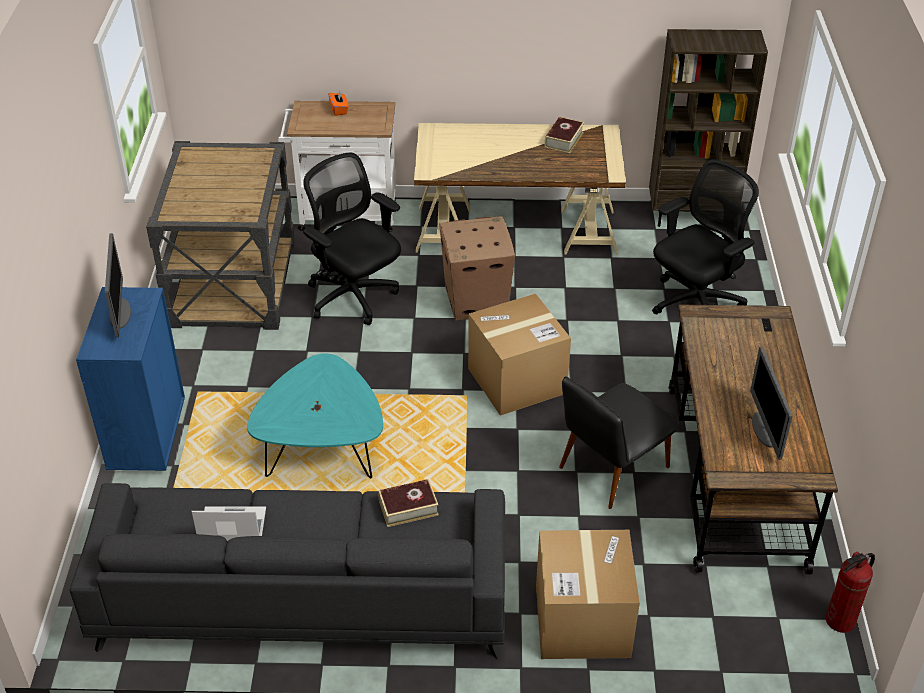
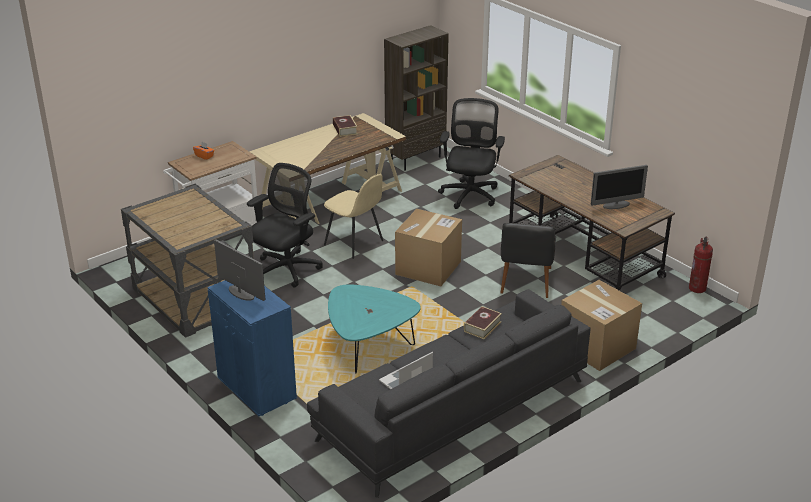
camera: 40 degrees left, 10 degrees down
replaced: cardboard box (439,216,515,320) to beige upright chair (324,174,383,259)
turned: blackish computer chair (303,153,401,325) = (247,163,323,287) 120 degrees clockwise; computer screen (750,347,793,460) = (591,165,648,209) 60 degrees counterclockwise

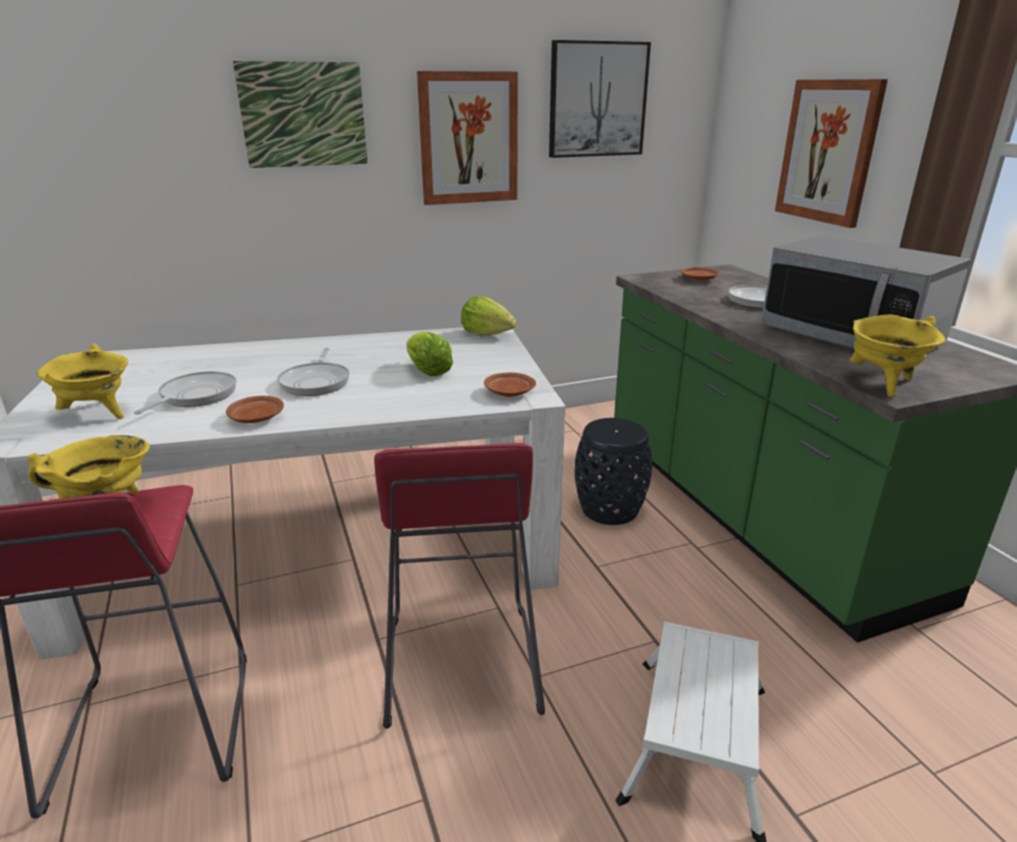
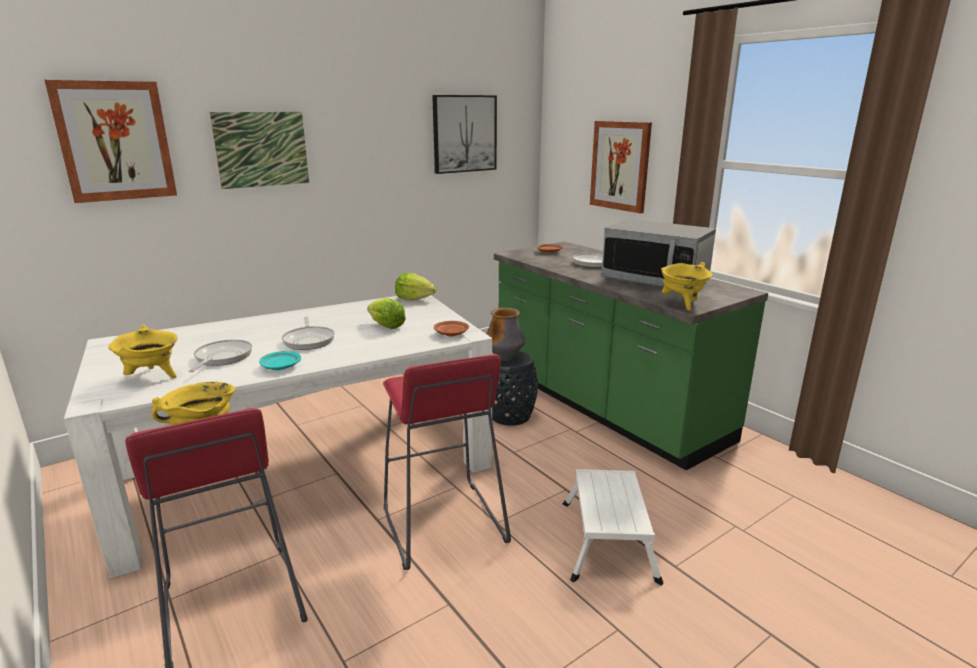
camera: 15 degrees left, 5 degrees down
added: vase (486,308,526,361)
moved: wall picture (417,71,518,205) to (44,80,177,203)
recoloured: brown-coloured flat dish (226,396,284,423) to turquoise-coloured flat dish (259,351,301,370)

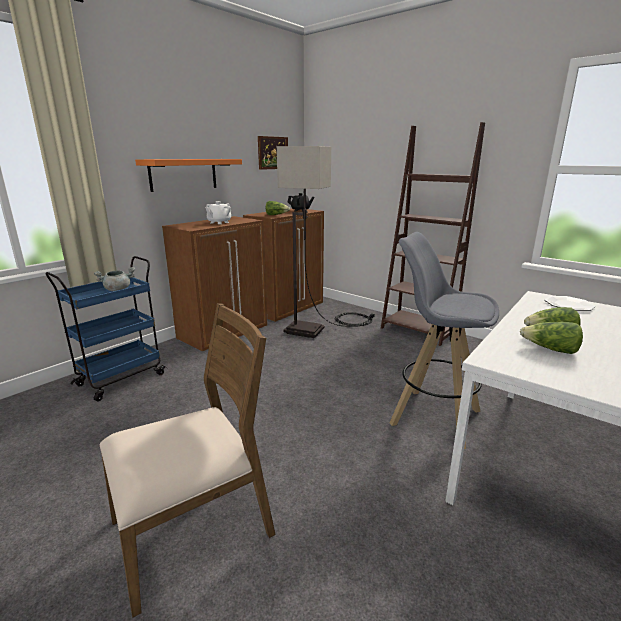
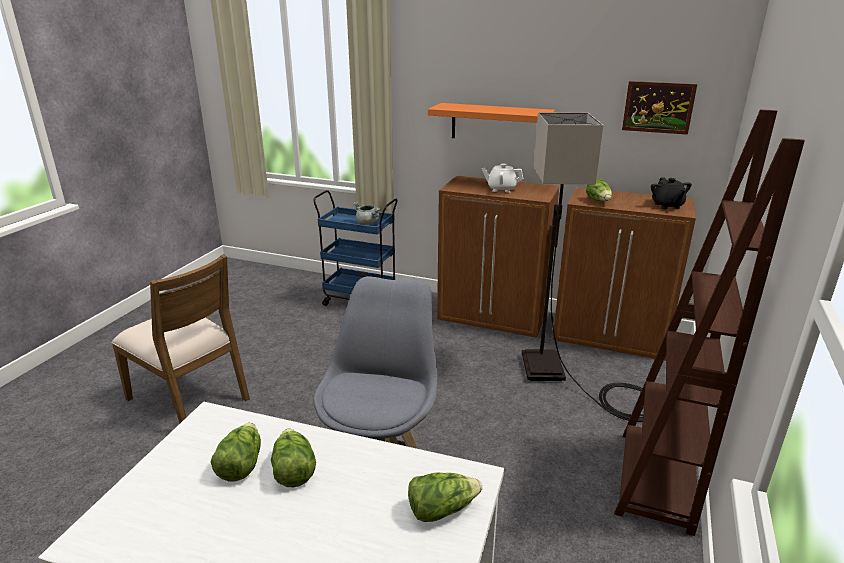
camera: 70 degrees right, 5 degrees up
replaced: flat dish (544,296,596,311) to head of lettuce (408,472,482,522)

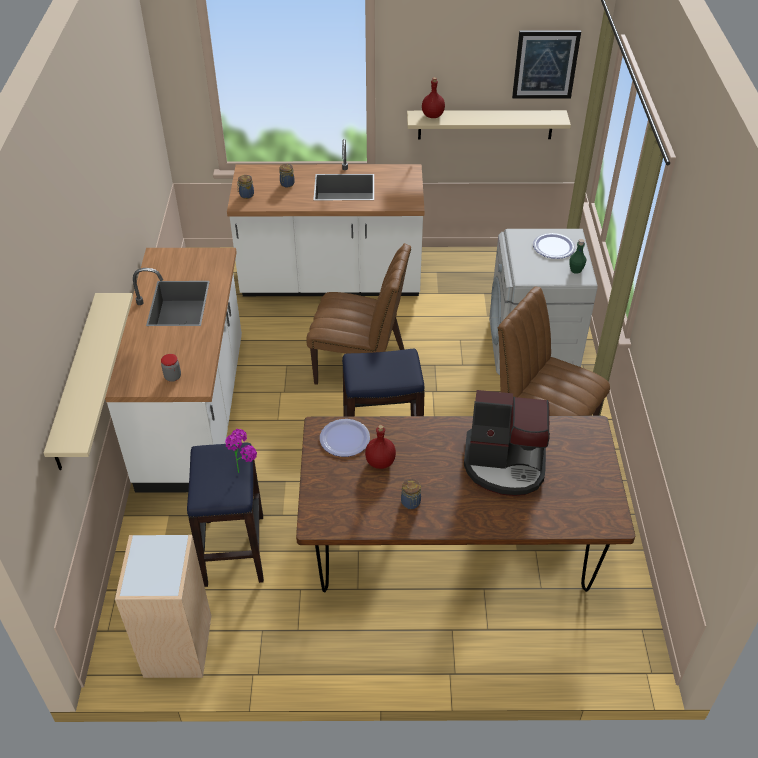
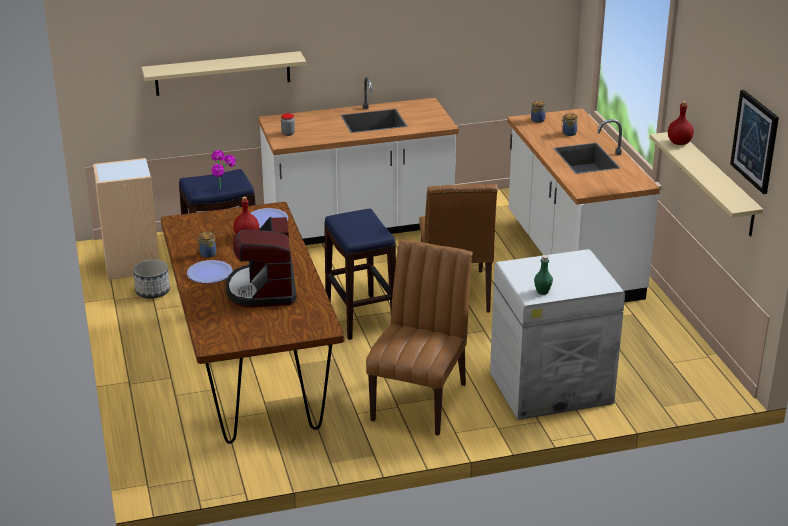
camera: 75 degrees right, 15 degrees down
added: planter (133,259,170,299)
moved: flat dish (533,233,575,259) to (187,260,233,283)

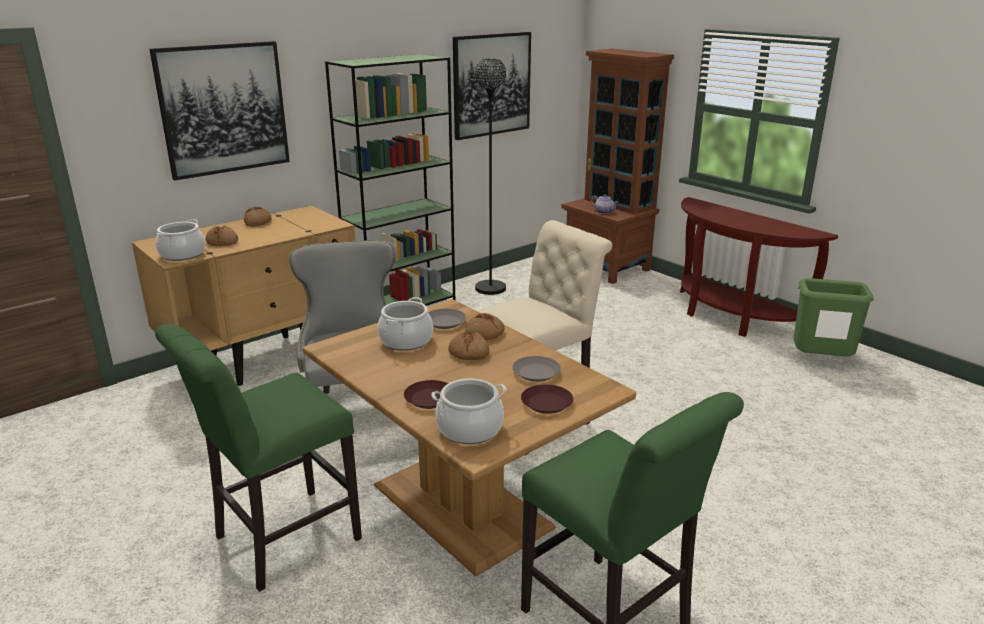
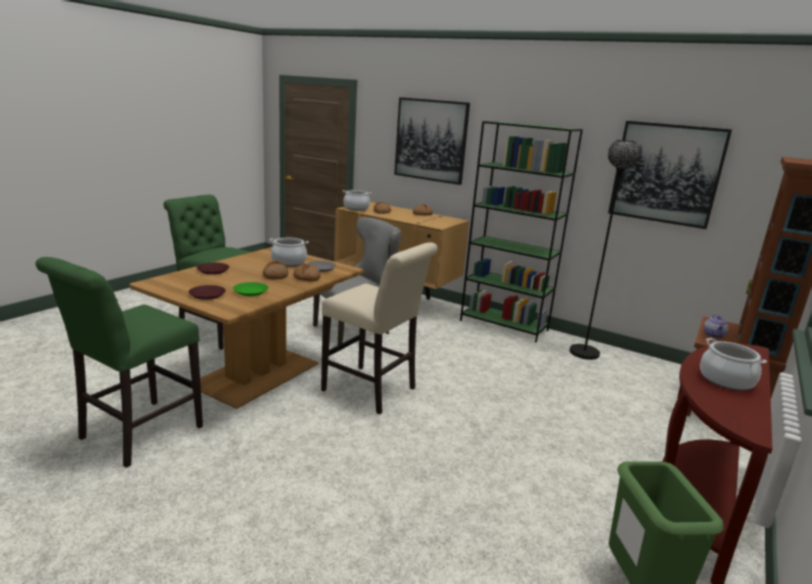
camera: 70 degrees right, 5 degrees down
moved: saucepot (431,378,507,444) to (700,338,767,391)
recoloured: greyish flat dish (512,356,561,382) to green flat dish (233,282,268,296)

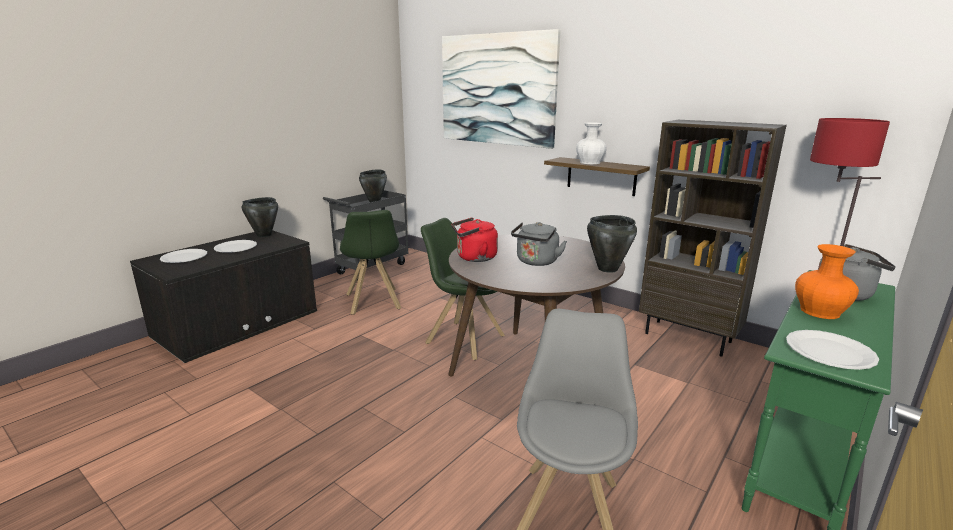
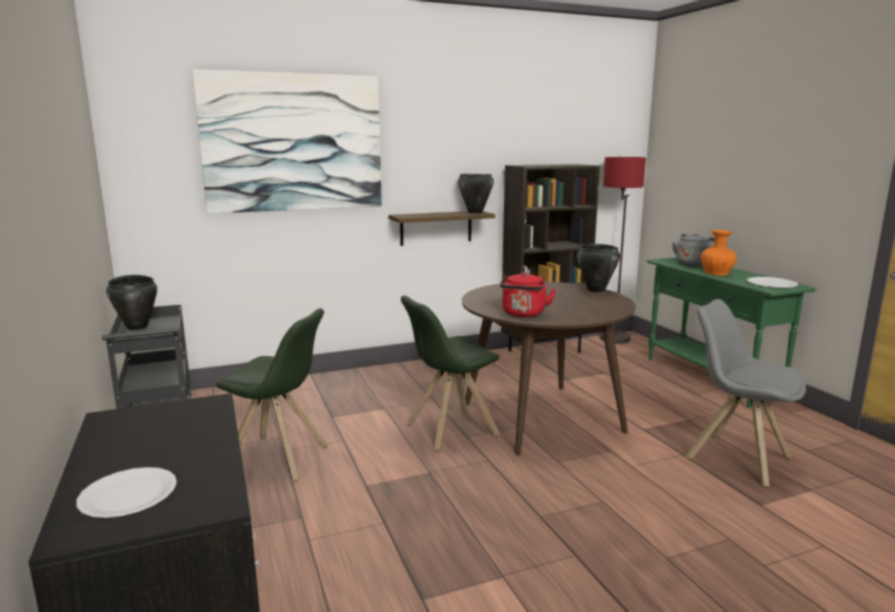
camera: 60 degrees left, 5 degrees down
removed: whitish vase (576,122,607,164); greyish tea kettle (511,222,567,266); whitish flat dish (214,240,257,253)
moved: blackish saucepot (242,197,278,237) to (458,174,494,214)

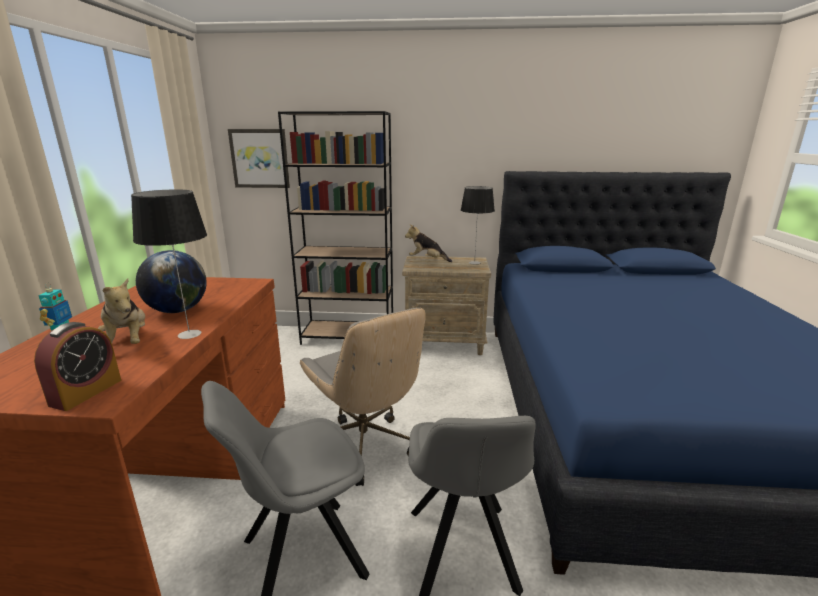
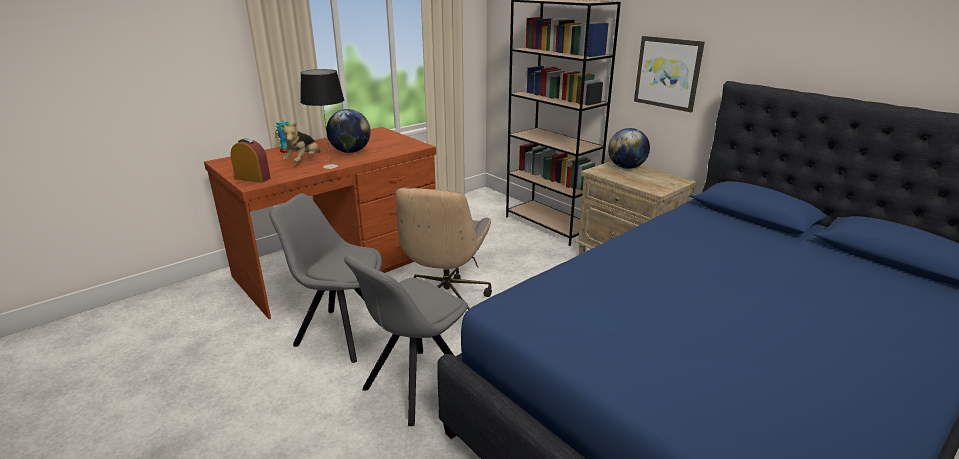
camera: 45 degrees right, 5 degrees up
removed: lamp for a table (461,186,495,264)
moved: wall picture (228,129,290,188) to (634,36,705,112)
replaced: plush toy (405,224,452,262) to desk globe (608,128,650,169)
turned: table clock (34,322,121,411) = (230,138,271,183) 135 degrees counterclockwise

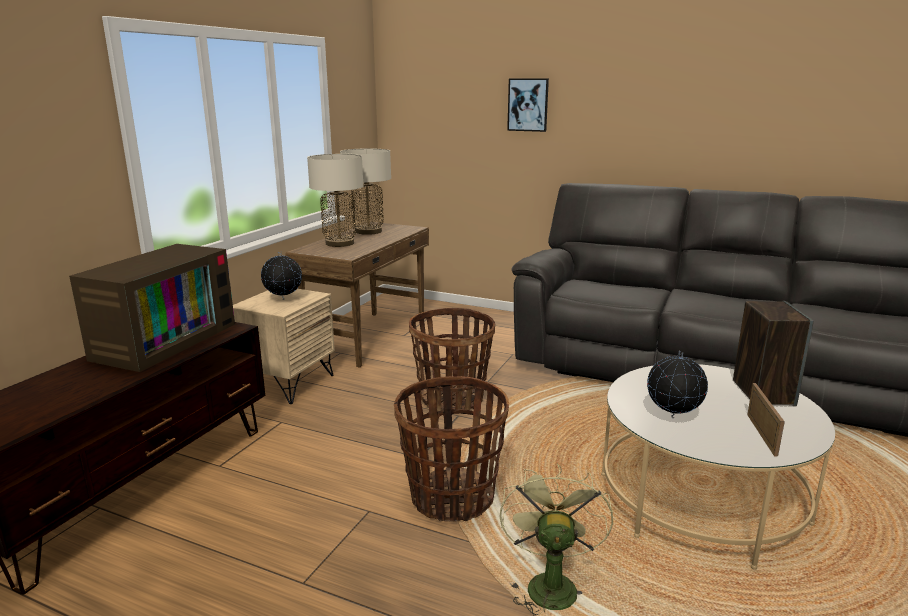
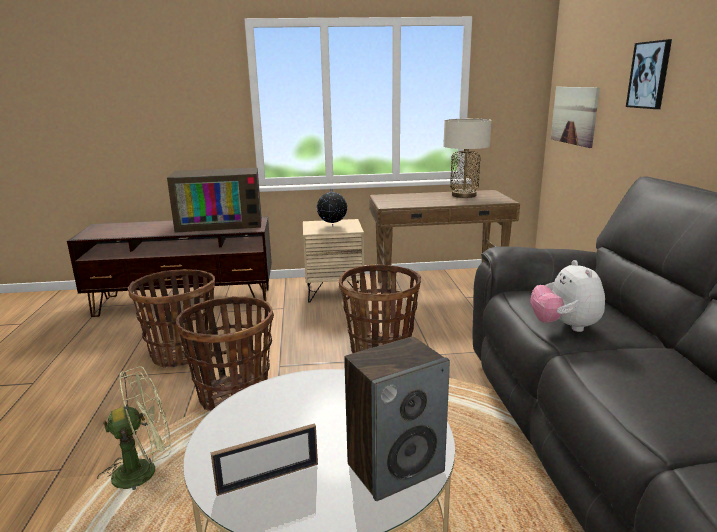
camera: 60 degrees right, 0 degrees up
removed: lamp for a table (307,154,364,247); desk globe (647,351,708,418)
added: wall picture (551,87,600,148); plush toy (530,260,605,332); storage basket (128,269,215,368)

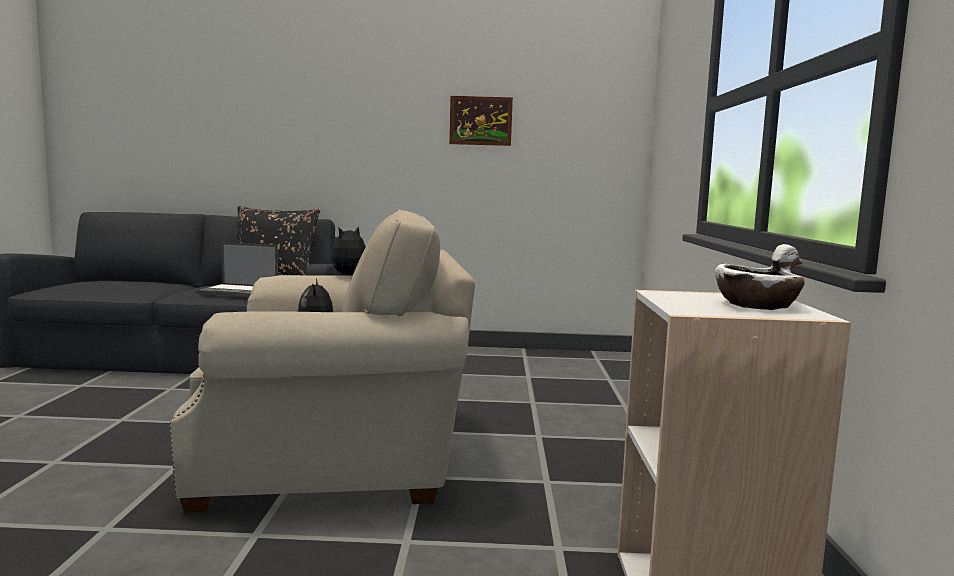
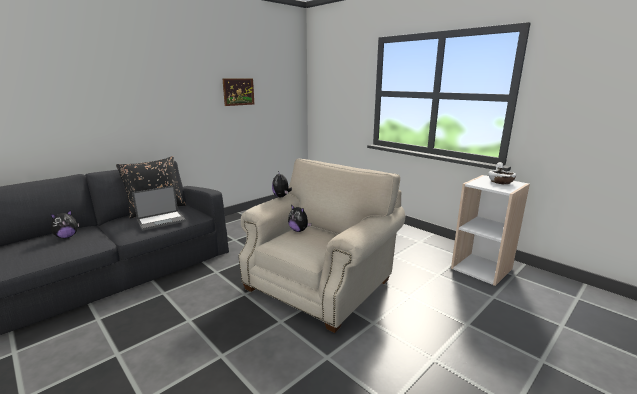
camera: 45 degrees left, 10 degrees up
added: plush toy (51,210,79,238)

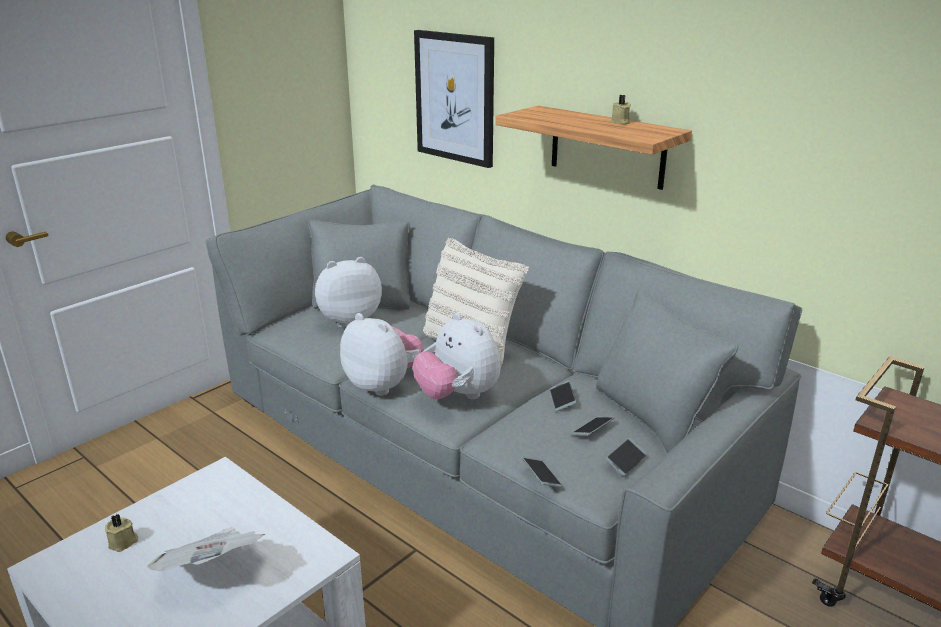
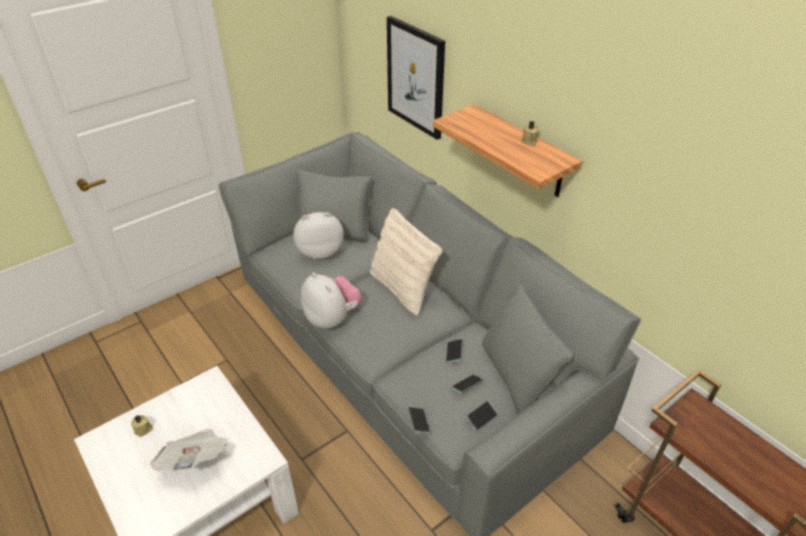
camera: 10 degrees right, 15 degrees up
removed: plush toy (413,313,501,399)

